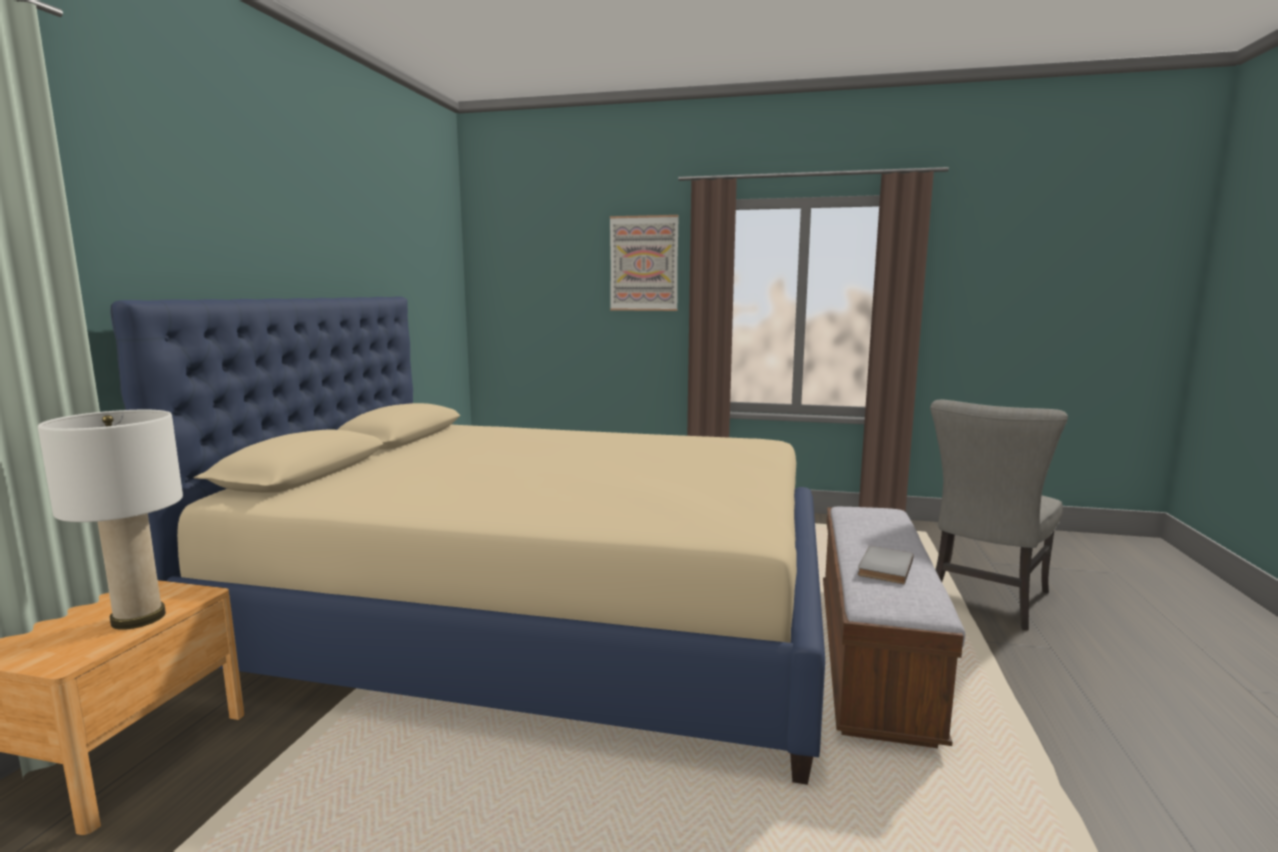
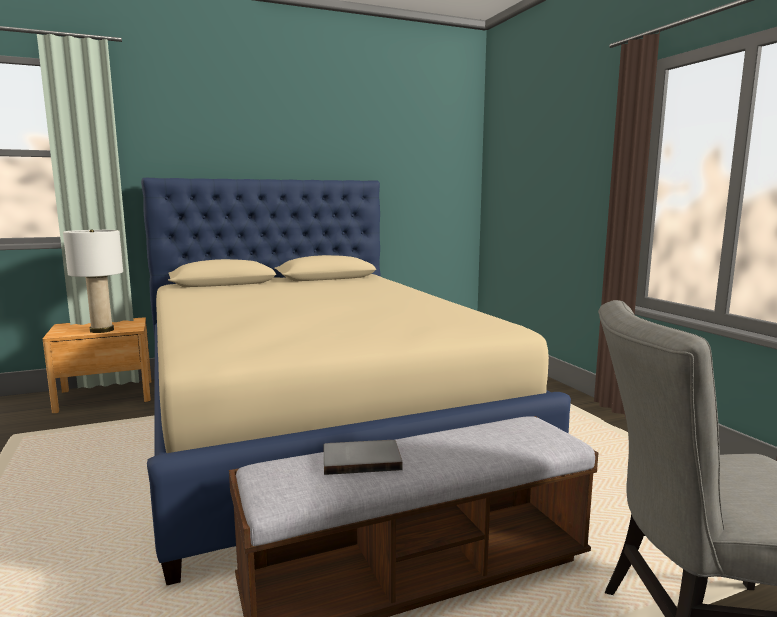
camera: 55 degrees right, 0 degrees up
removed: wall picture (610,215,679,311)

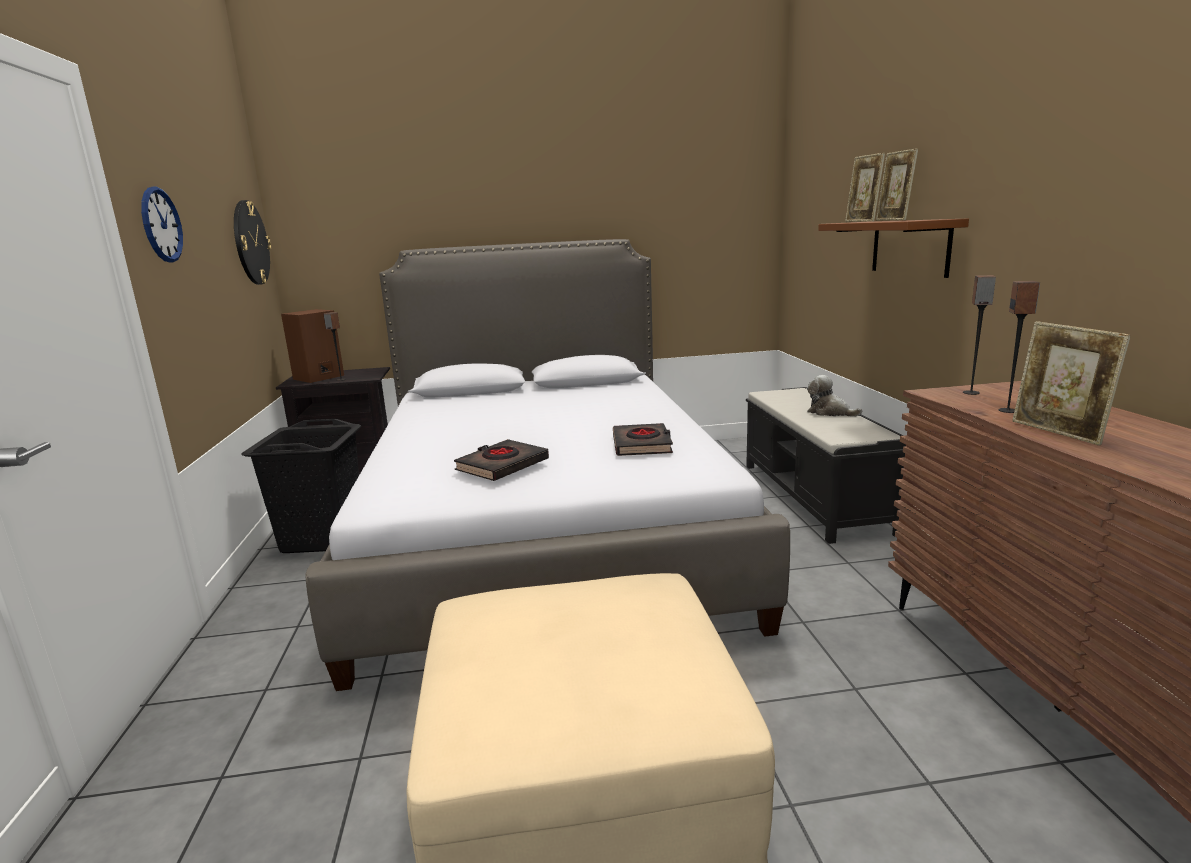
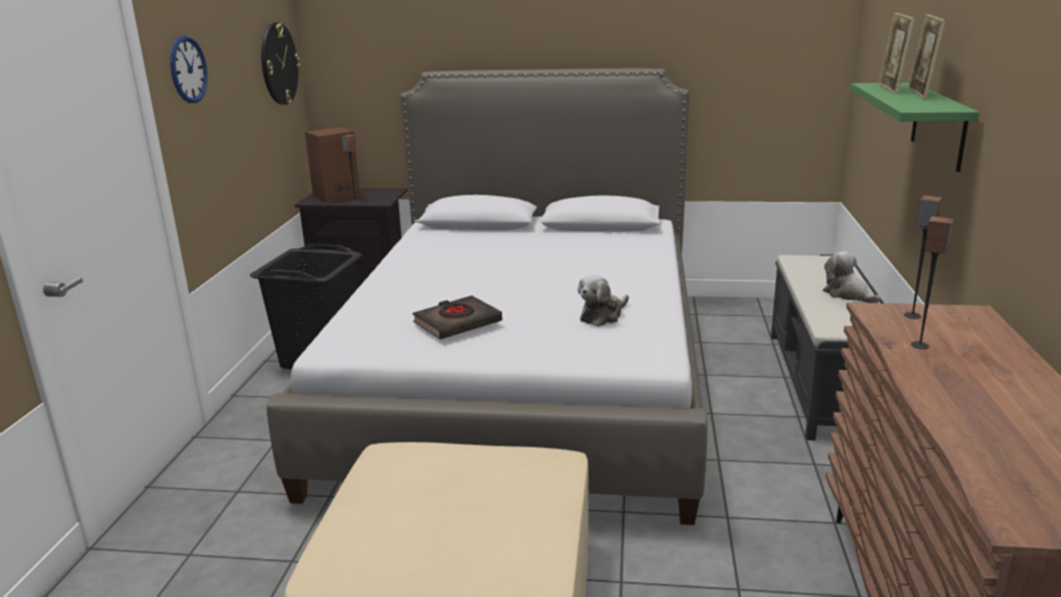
camera: 15 degrees right, 5 degrees up
removed: picture frame (1012,321,1131,445)
replaced: blackish volume (613,423,673,456) to plush toy (578,275,629,326)
recoloured: brown-coloured bracket shelf (818,219,969,278) to green bracket shelf (851,83,979,172)

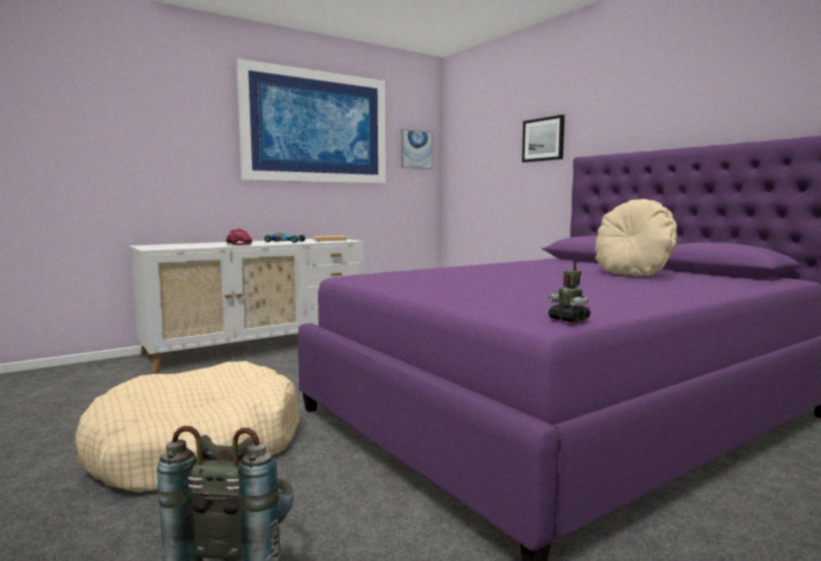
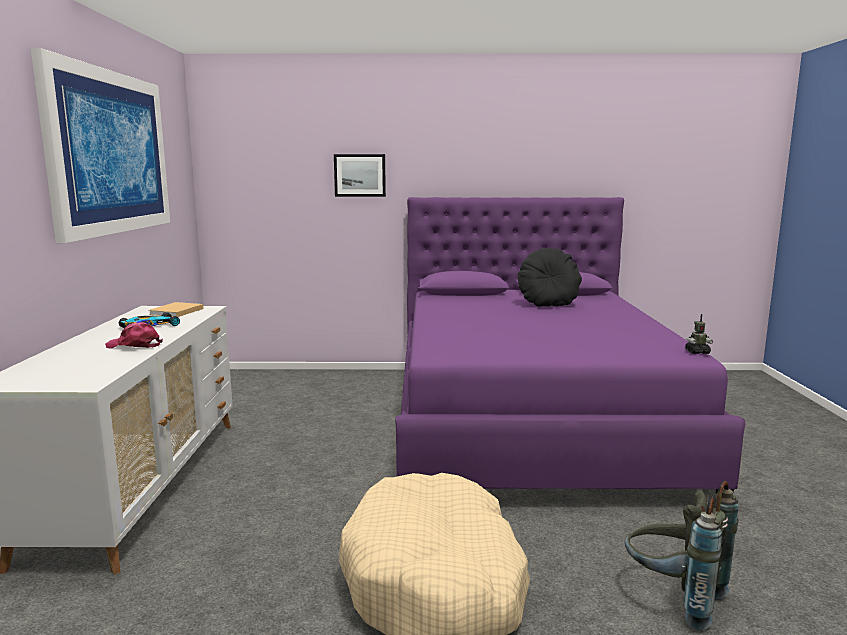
camera: 55 degrees left, 5 degrees up
removed: wall picture (401,129,433,169)
recoloured: beige throw pillow (595,199,677,276) to blackish throw pillow (518,248,582,307)

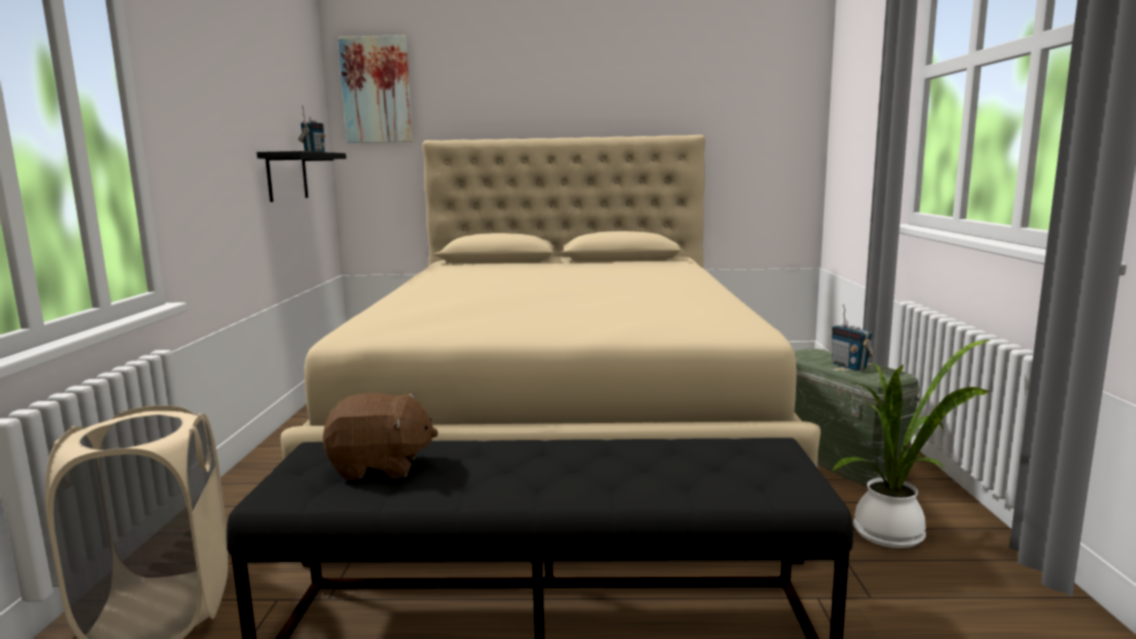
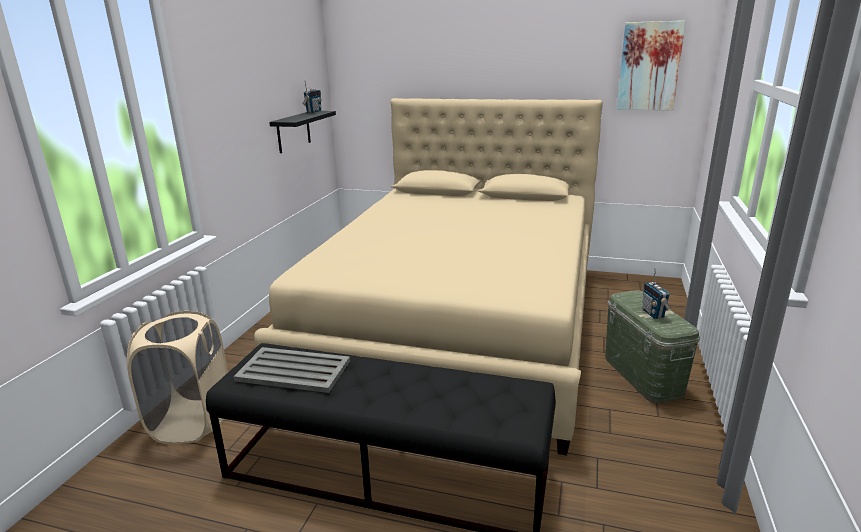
camera: 15 degrees right, 10 degrees up
removed: potted plant (832,340,990,548)
moved: wall picture (338,35,413,143) to (617,21,686,110)
replaced: brown-coloured plush toy (323,392,438,480) to greyish tray (233,347,350,393)

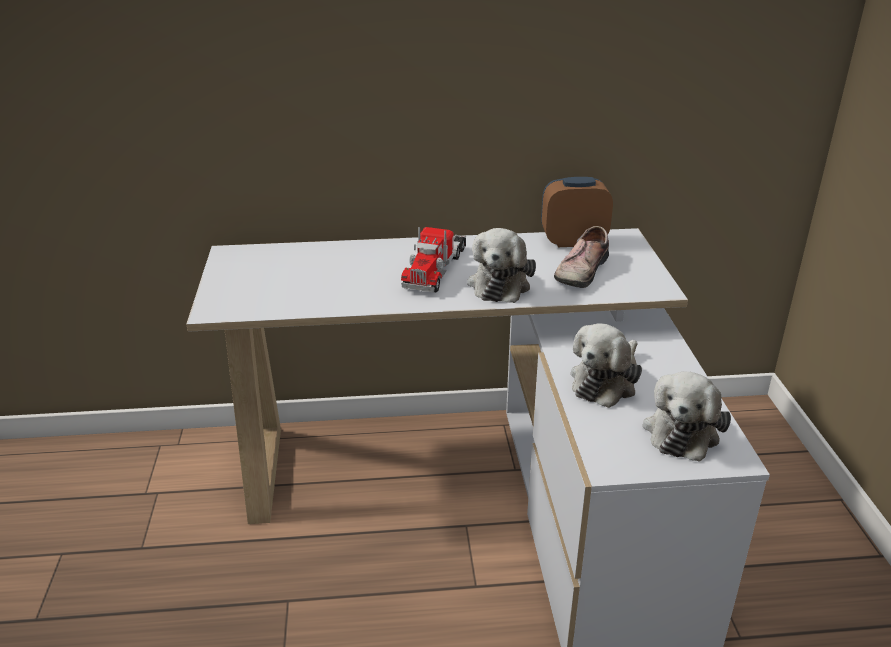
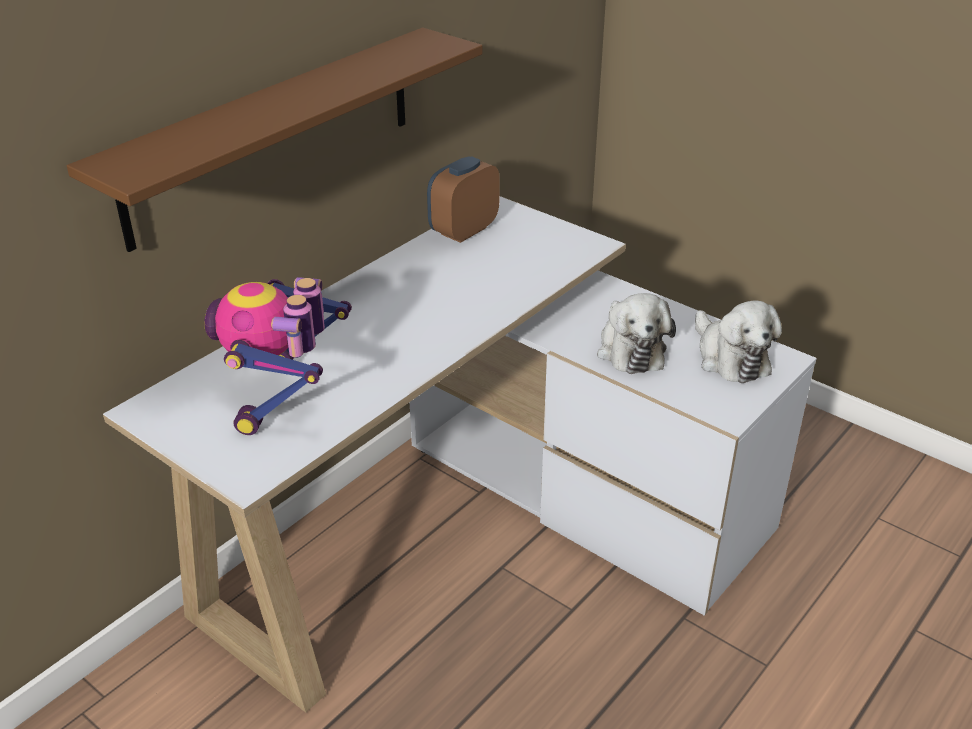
camera: 45 degrees left, 5 degrees up
removed: shoe (554,226,609,288); toy lorry (401,227,466,293); plush toy (467,228,536,303)
added: brown-coloured bracket shelf (67,28,483,252); model robot (204,277,352,435)

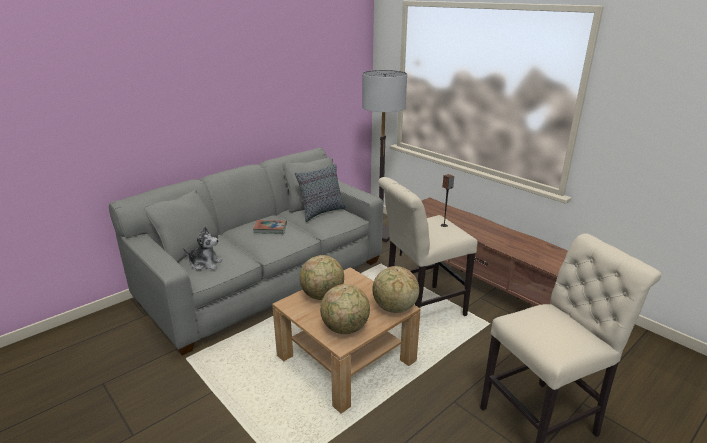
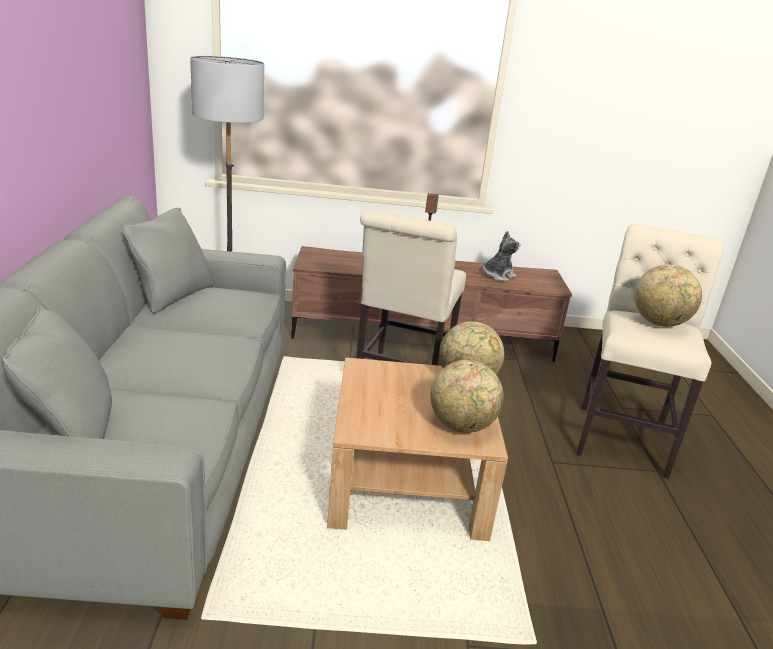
camera: 50 degrees left, 0 degrees up
removed: greyish throw pillow (295,164,346,222); volume (253,220,287,234)
moved: plush toy (183,227,222,270) to (483,231,521,281); desk globe (299,255,344,300) to (634,265,702,327)

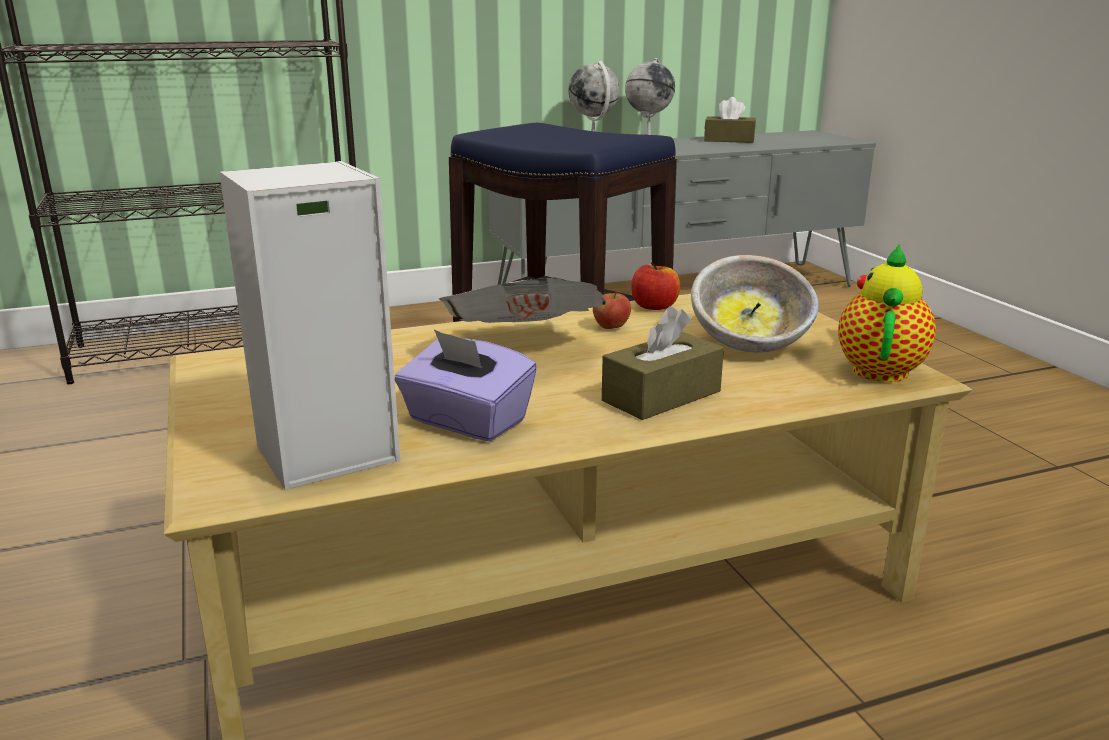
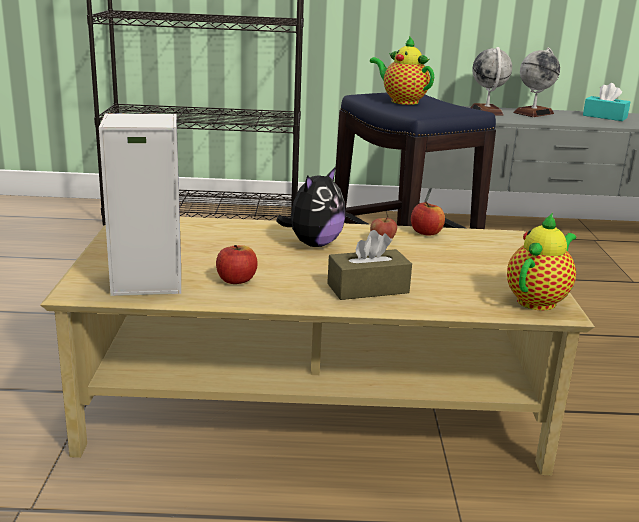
camera: 20 degrees right, 0 degrees up
removed: serving bowl (691,255,819,352)
added: teapot (370,36,434,105)
replaced: daily paper (439,278,607,323) to plush toy (276,167,346,247); purple-coloured tissue holder (395,329,537,442) to whole apple (216,245,258,284)
recoloured: brown-coloured tissue holder (704,97,756,143) to turquoise-coloured tissue holder (583,83,631,121)

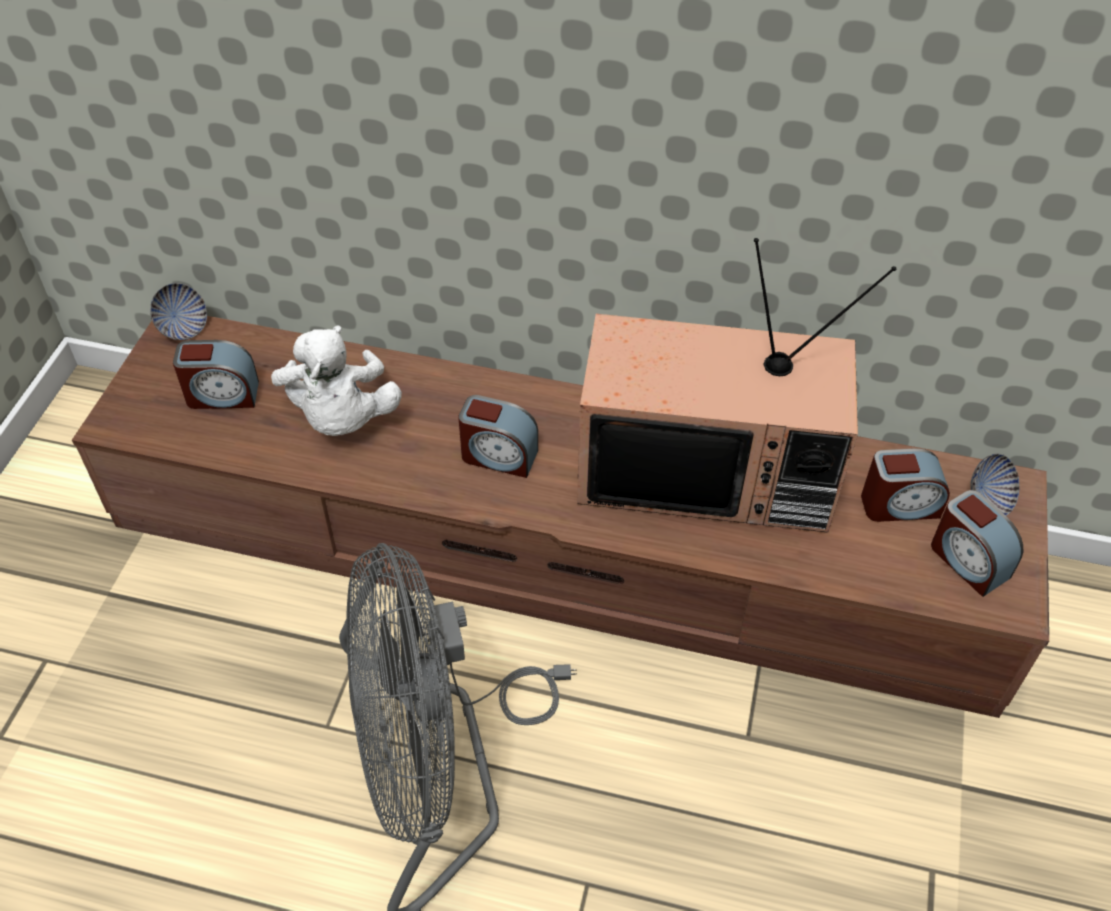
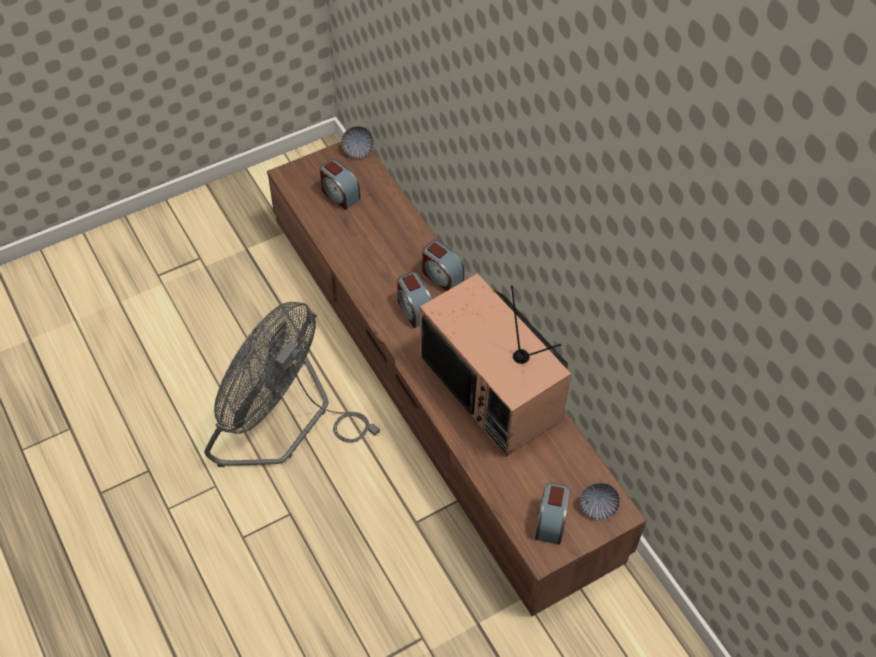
camera: 45 degrees right, 5 degrees up
removed: whitish plush toy (271,325,402,436)
moved: table clock (861,448,950,522) to (422,240,464,291)

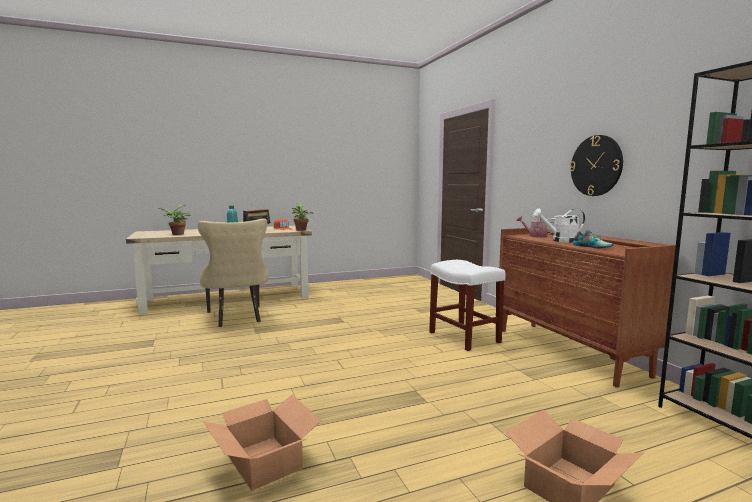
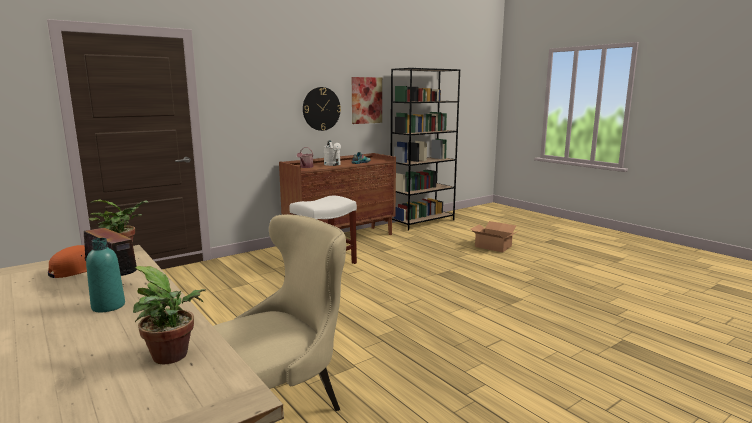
camera: 105 degrees left, 5 degrees up
removed: cardboard box (203,394,321,491)
added: wall picture (352,77,382,124)

